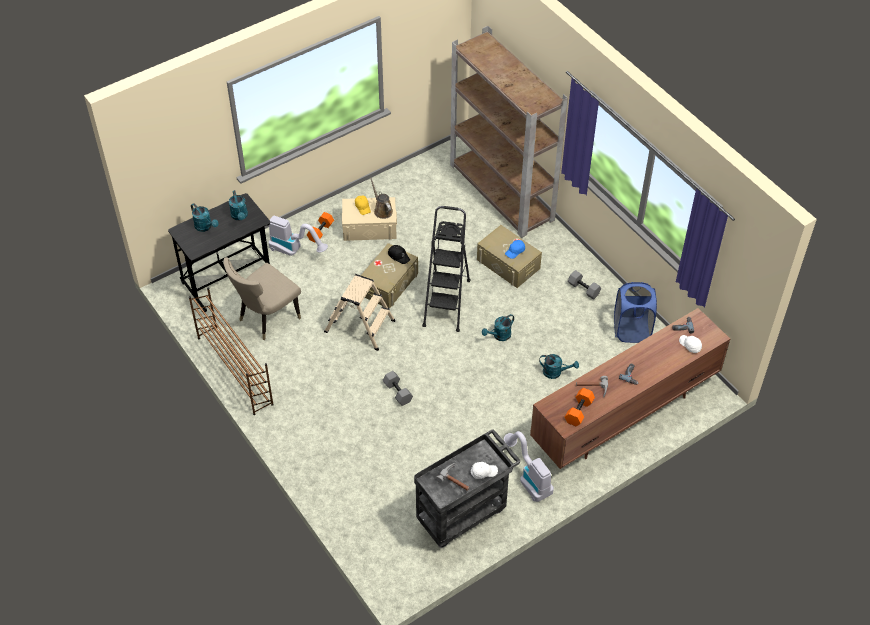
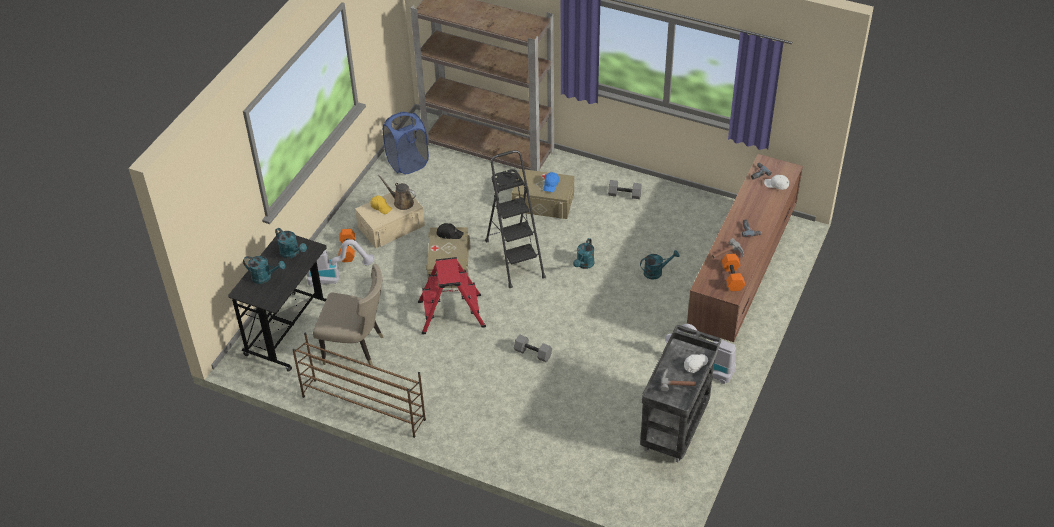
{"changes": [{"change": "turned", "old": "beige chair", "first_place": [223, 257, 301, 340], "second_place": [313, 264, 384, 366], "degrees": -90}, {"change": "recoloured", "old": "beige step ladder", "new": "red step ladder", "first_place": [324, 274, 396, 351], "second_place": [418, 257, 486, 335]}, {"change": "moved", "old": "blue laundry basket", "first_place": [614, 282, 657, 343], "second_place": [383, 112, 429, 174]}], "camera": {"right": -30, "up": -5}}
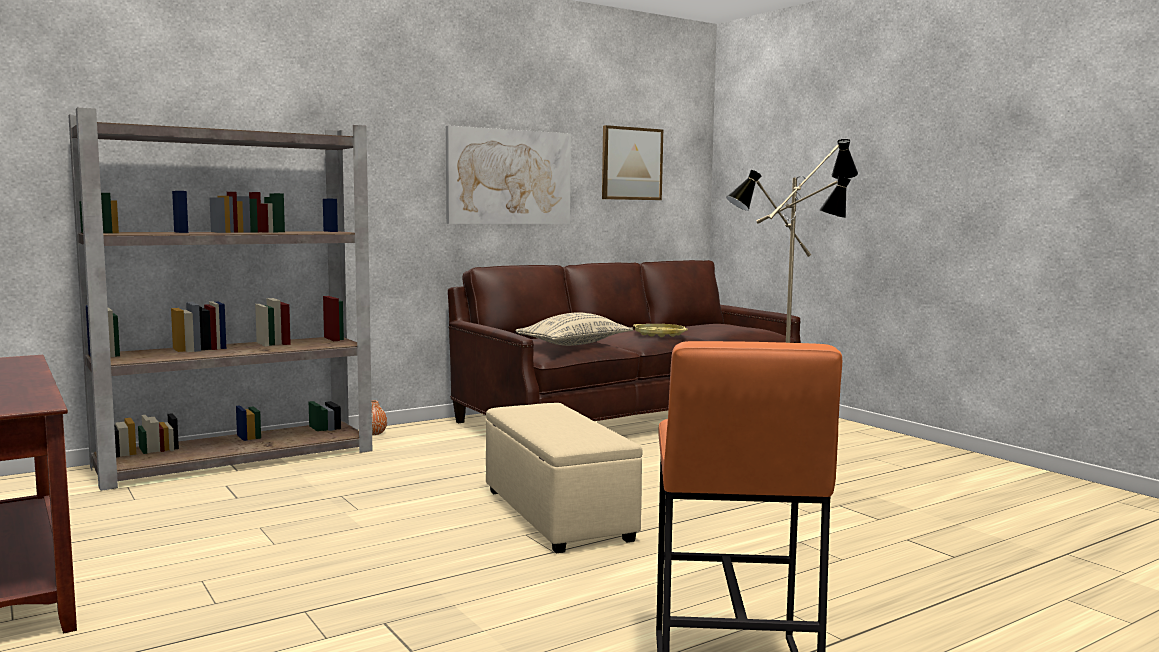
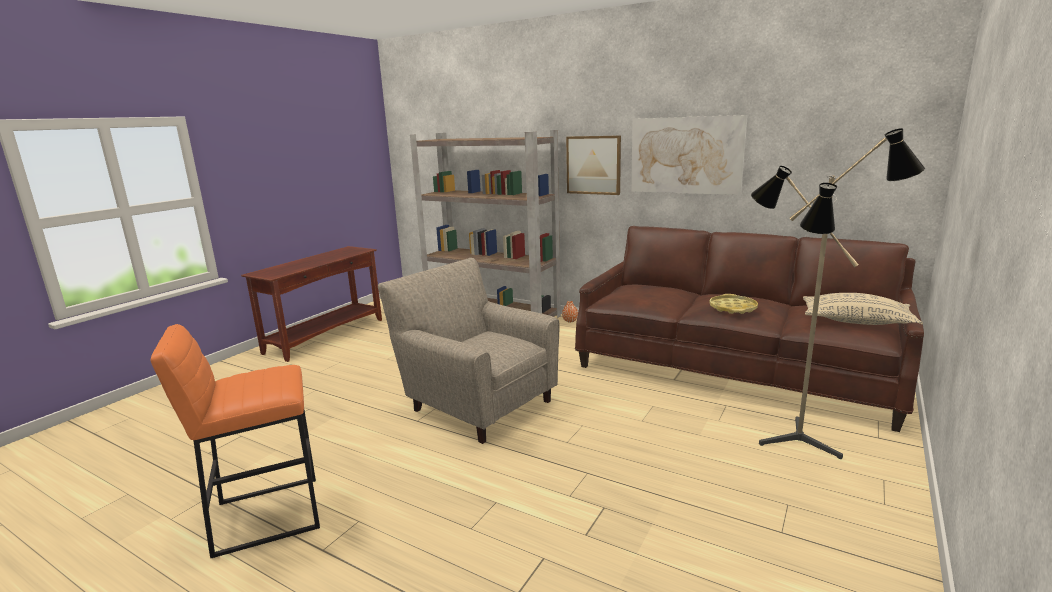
{"changes": [{"change": "replaced", "old": "beige ottoman", "new": "beige armchair", "first_place": [486, 403, 643, 554], "second_place": [378, 258, 559, 444]}, {"change": "moved", "old": "beige pillow", "first_place": [515, 312, 633, 346], "second_place": [803, 293, 923, 325]}, {"change": "moved", "old": "picture", "first_place": [602, 125, 663, 200], "second_place": [566, 136, 621, 195]}], "camera": {"right": 65, "up": 10}}
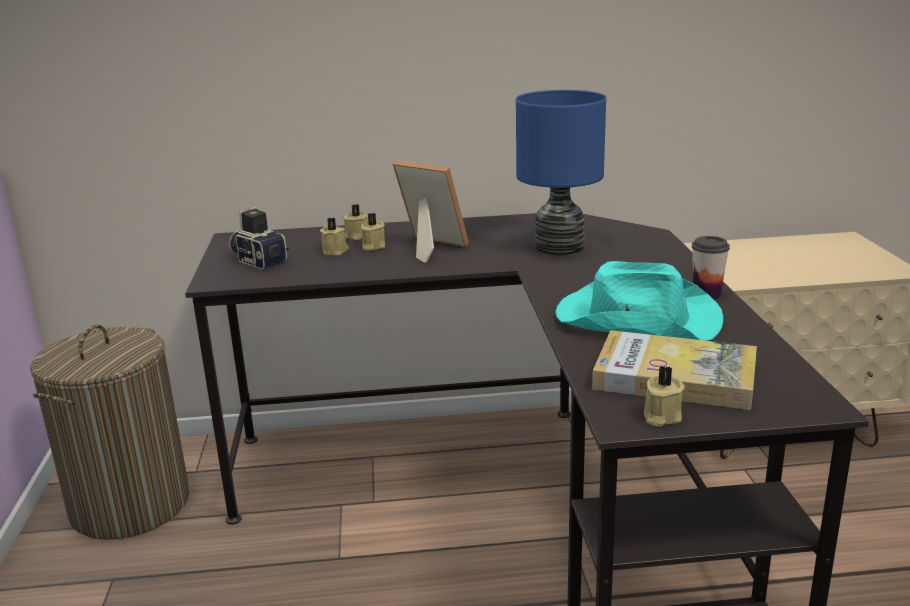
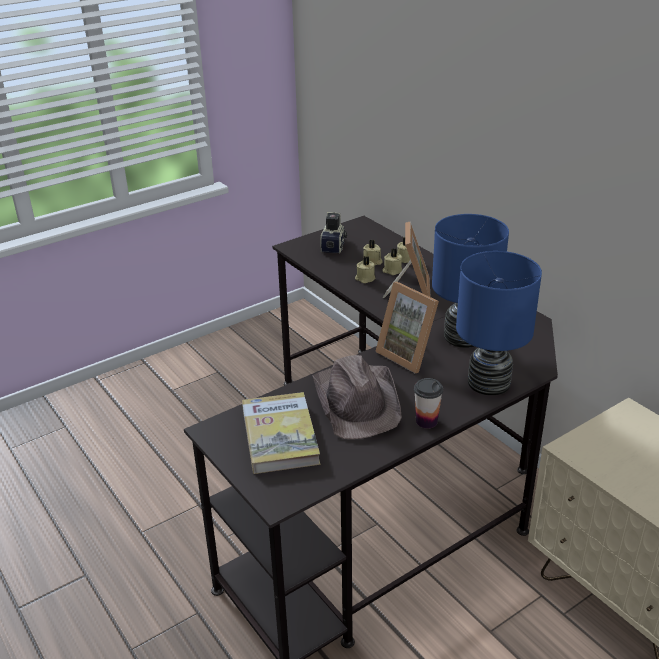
{"changes": [{"change": "removed", "old": "laundry basket", "first_place": [30, 325, 189, 540]}, {"change": "recoloured", "old": "turquoise hat", "new": "brown hat", "first_place": [555, 261, 723, 341], "second_place": [312, 355, 402, 439]}, {"change": "moved", "old": "beige candle", "first_place": [644, 366, 685, 427], "second_place": [355, 256, 375, 283]}, {"change": "added", "new": "picture frame", "second_place": [375, 282, 439, 373]}, {"change": "added", "new": "blue table lamp", "second_place": [456, 251, 542, 395]}], "camera": {"right": 60, "up": 10}}
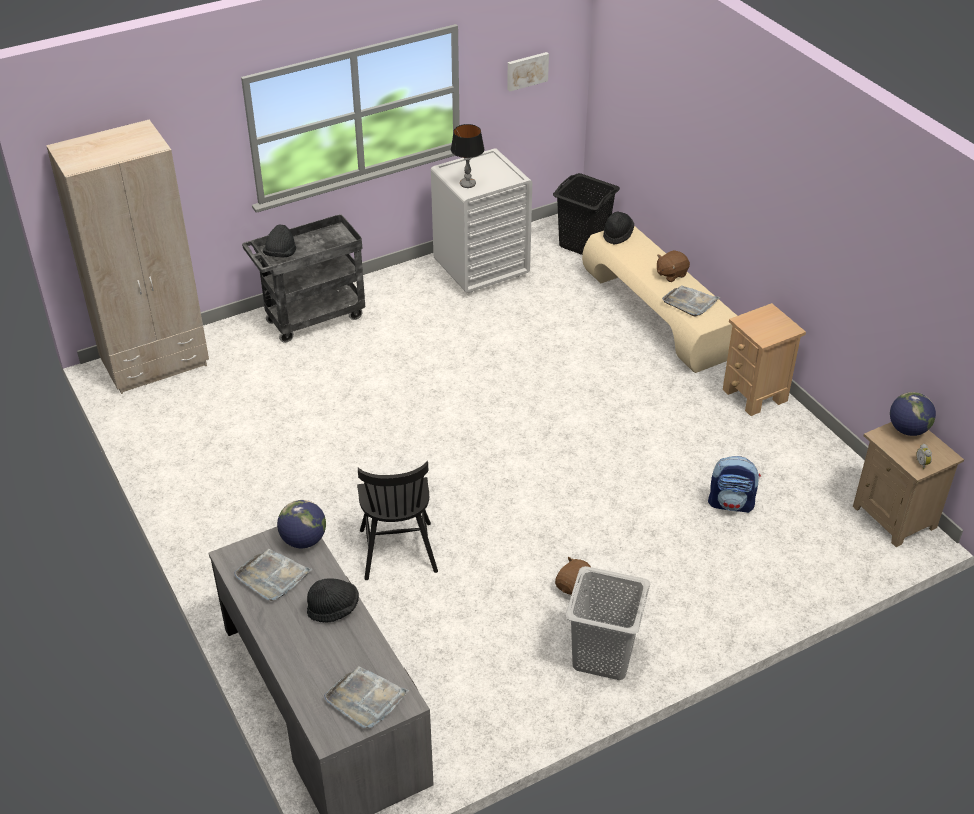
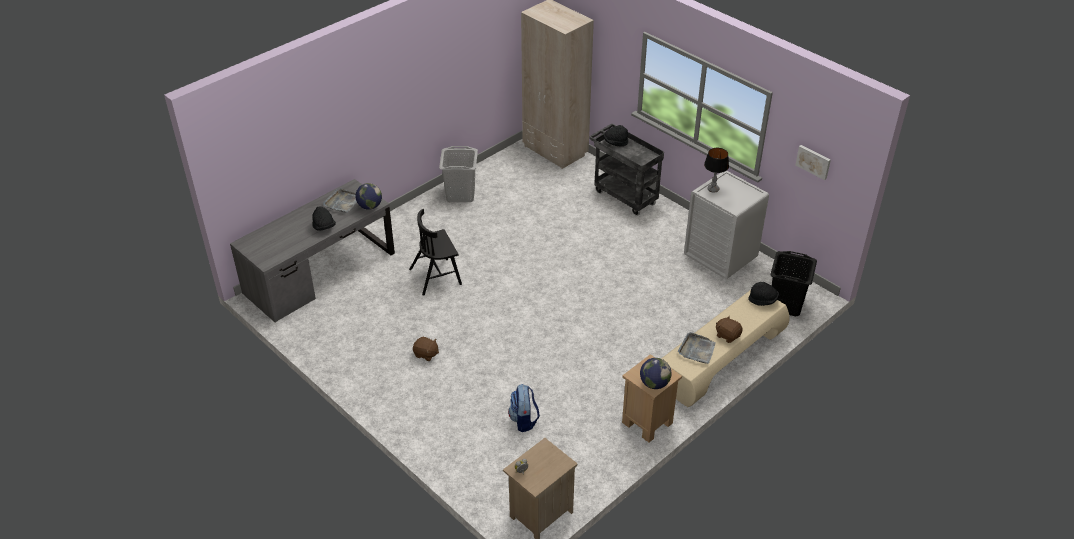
{"changes": [{"change": "removed", "old": "grey tray", "first_place": [324, 666, 410, 728]}, {"change": "moved", "old": "grey laundry basket", "first_place": [565, 566, 650, 680], "second_place": [439, 146, 478, 202]}, {"change": "moved", "old": "globe", "first_place": [890, 392, 936, 436], "second_place": [640, 358, 672, 389]}], "camera": {"right": 75, "up": 0}}
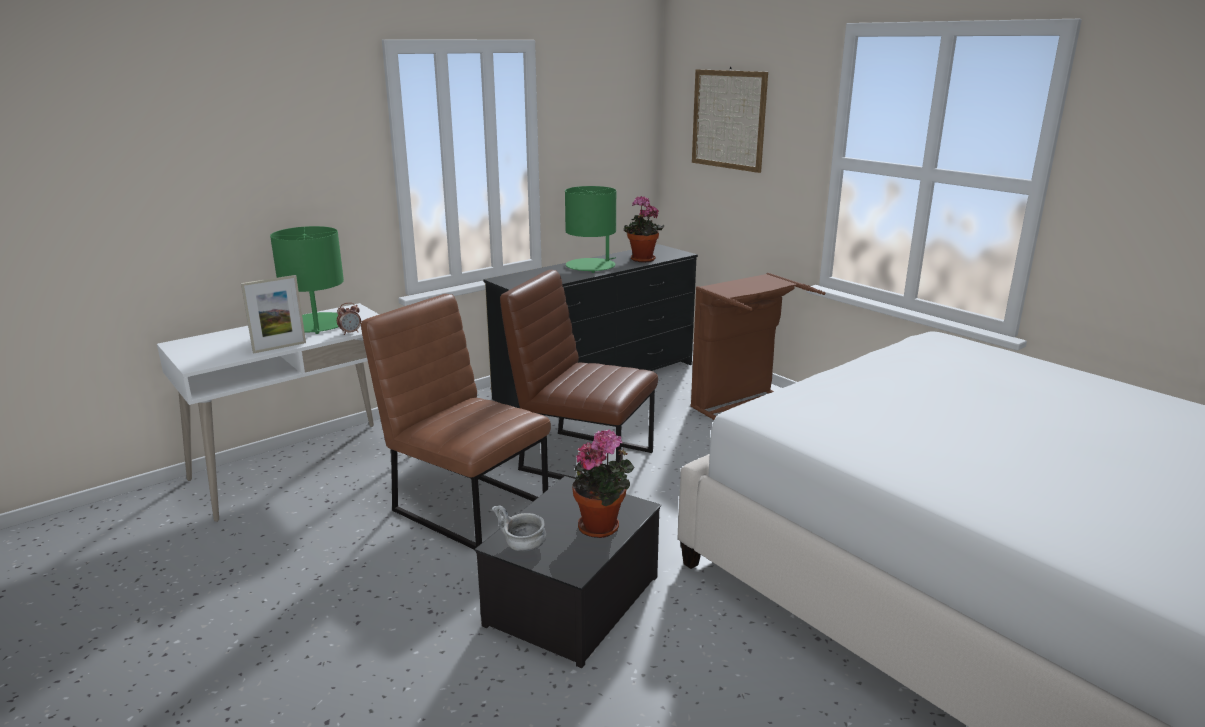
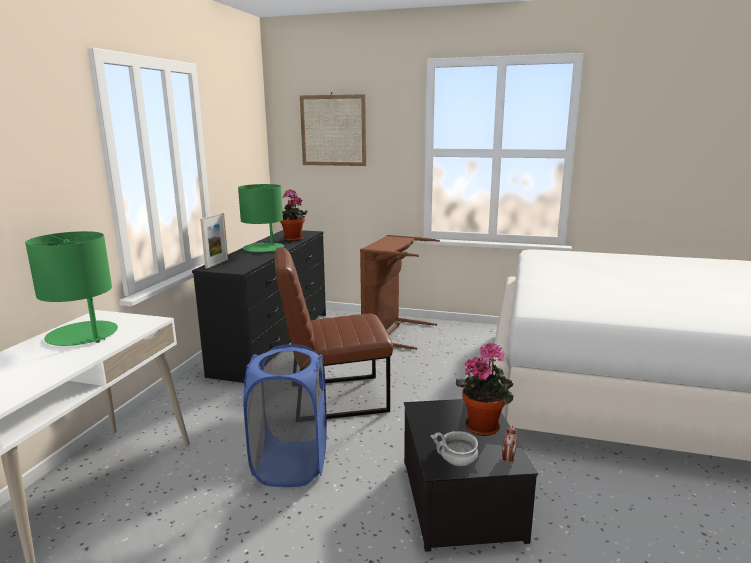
{"changes": [{"change": "moved", "old": "picture frame", "first_place": [241, 275, 306, 353], "second_place": [200, 213, 228, 268]}, {"change": "moved", "old": "alarm clock", "first_place": [337, 303, 361, 335], "second_place": [502, 425, 517, 466]}, {"change": "replaced", "old": "brown chair", "new": "blue laundry basket", "first_place": [361, 294, 551, 549], "second_place": [243, 344, 327, 487]}], "camera": {"right": -35, "up": -5}}
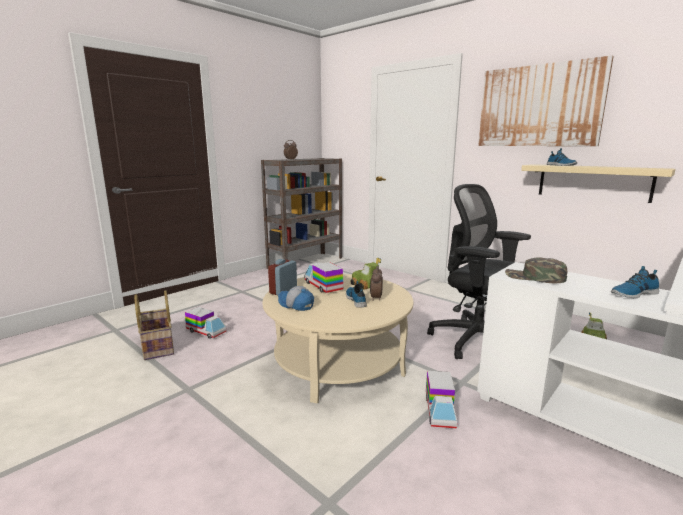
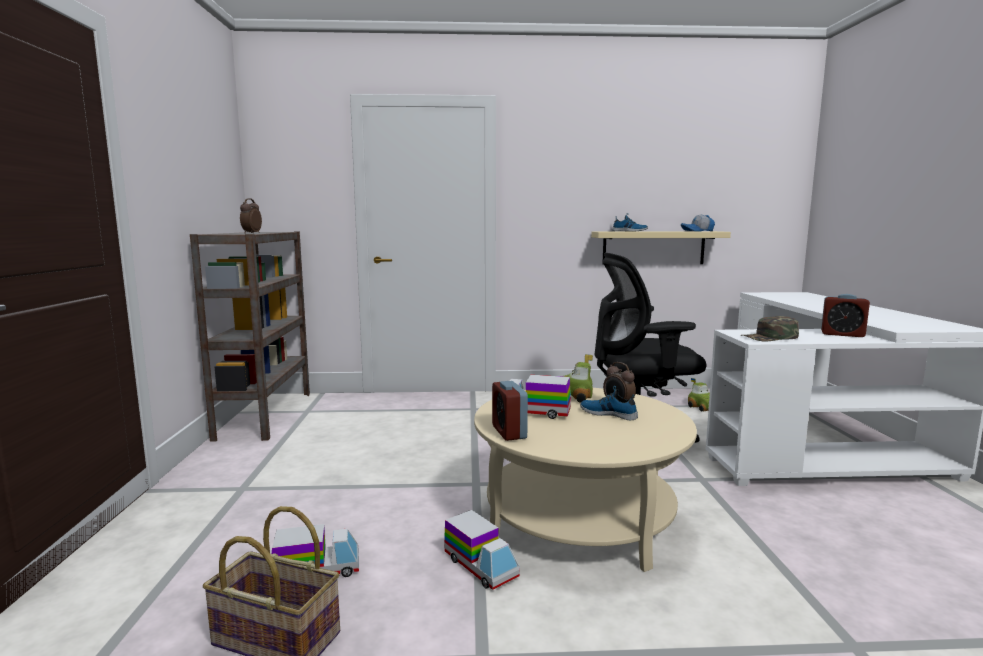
{"changes": [{"change": "moved", "old": "cap", "first_place": [278, 286, 314, 311], "second_place": [681, 214, 715, 231]}, {"change": "moved", "old": "toy truck", "first_place": [426, 371, 457, 428], "second_place": [444, 510, 520, 590]}, {"change": "removed", "old": "picture", "first_place": [478, 55, 614, 146]}, {"change": "replaced", "old": "shoe", "new": "alarm clock", "first_place": [611, 266, 659, 298], "second_place": [821, 294, 870, 337]}], "camera": {"right": -45, "up": -5}}
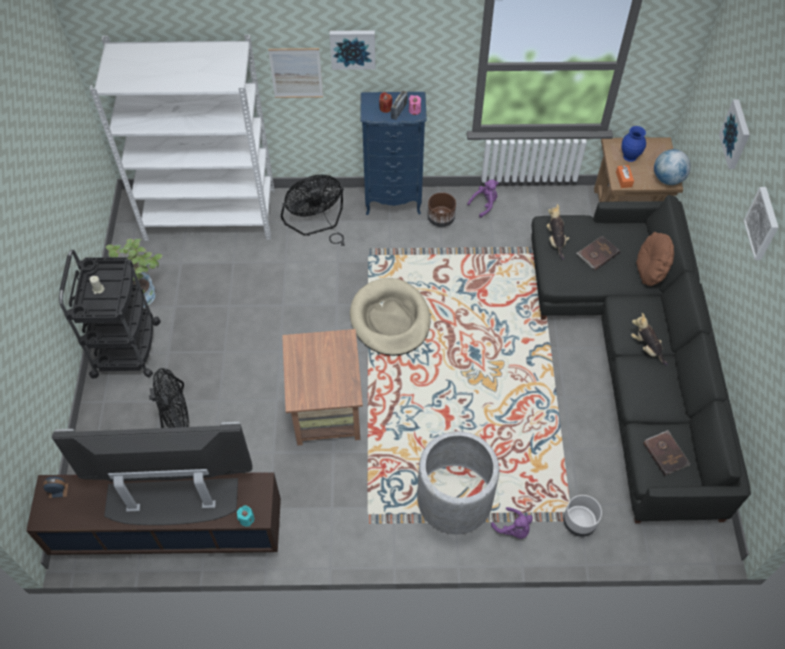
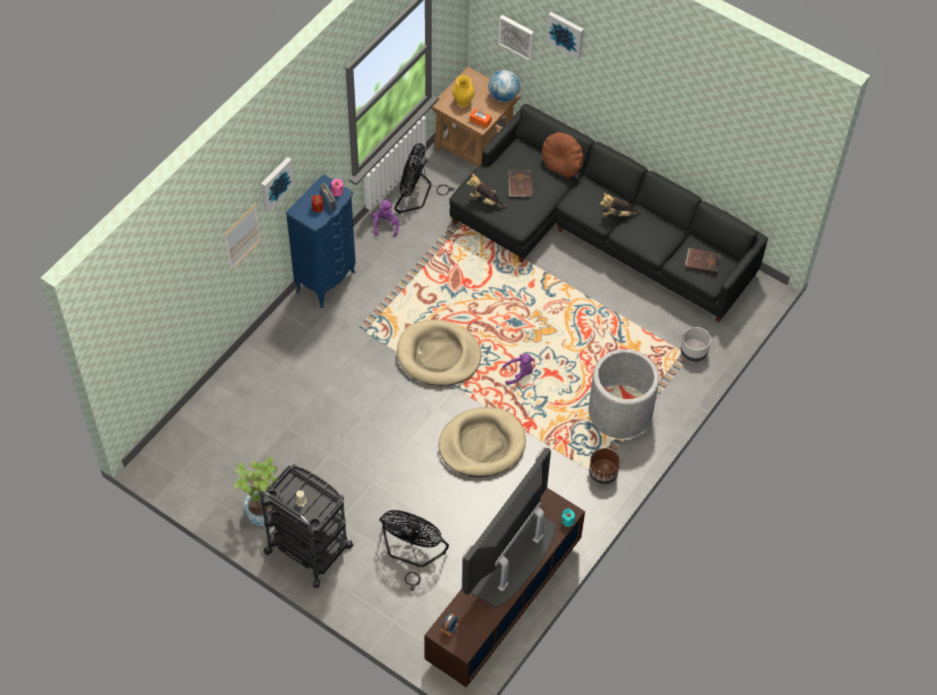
{"changes": [{"change": "removed", "old": "white bookcase", "first_place": [90, 35, 275, 241]}, {"change": "moved", "old": "black fan", "first_place": [281, 175, 345, 246], "second_place": [395, 143, 455, 214]}, {"change": "replaced", "old": "brown side table", "new": "beige dog bed", "first_place": [282, 329, 363, 445], "second_place": [439, 407, 526, 477]}, {"change": "moved", "old": "brown planter", "first_place": [428, 192, 456, 227], "second_place": [589, 448, 620, 484]}, {"change": "moved", "old": "purple plush toy", "first_place": [491, 507, 533, 539], "second_place": [502, 354, 534, 385]}, {"change": "recoloured", "old": "blue vase", "new": "yellow vase", "first_place": [622, 126, 646, 162], "second_place": [453, 75, 474, 107]}, {"change": "moved", "old": "picture", "first_place": [744, 187, 779, 260], "second_place": [498, 15, 534, 61]}], "camera": {"right": -55, "up": 0}}
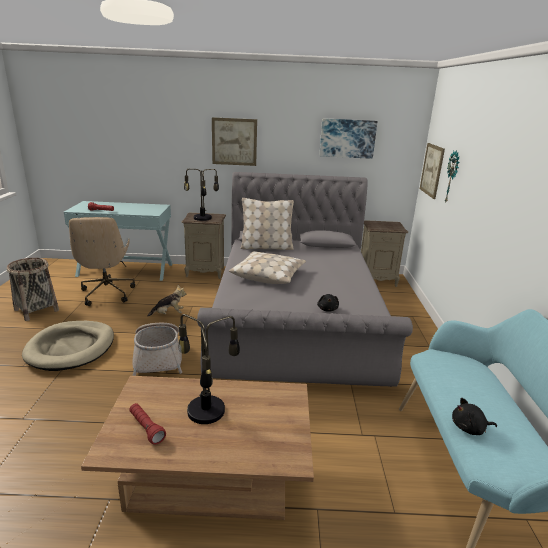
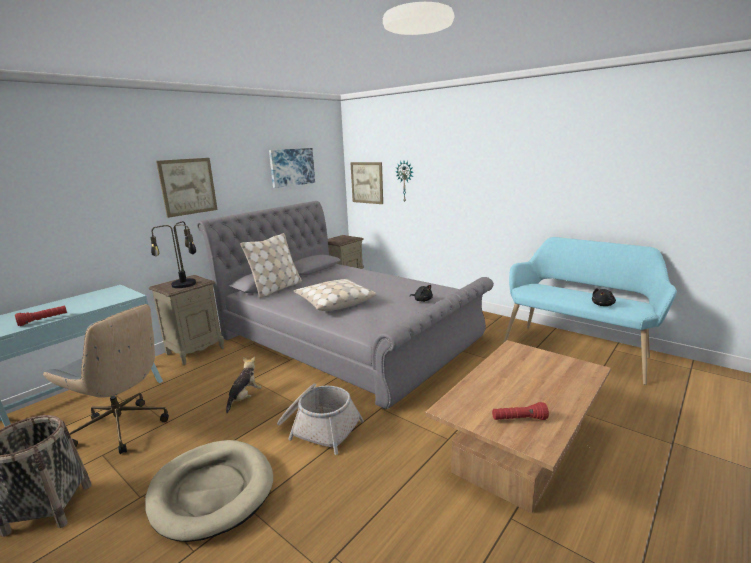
{"changes": [{"change": "removed", "old": "table lamp", "first_place": [179, 314, 240, 424]}], "camera": {"right": -50, "up": -5}}
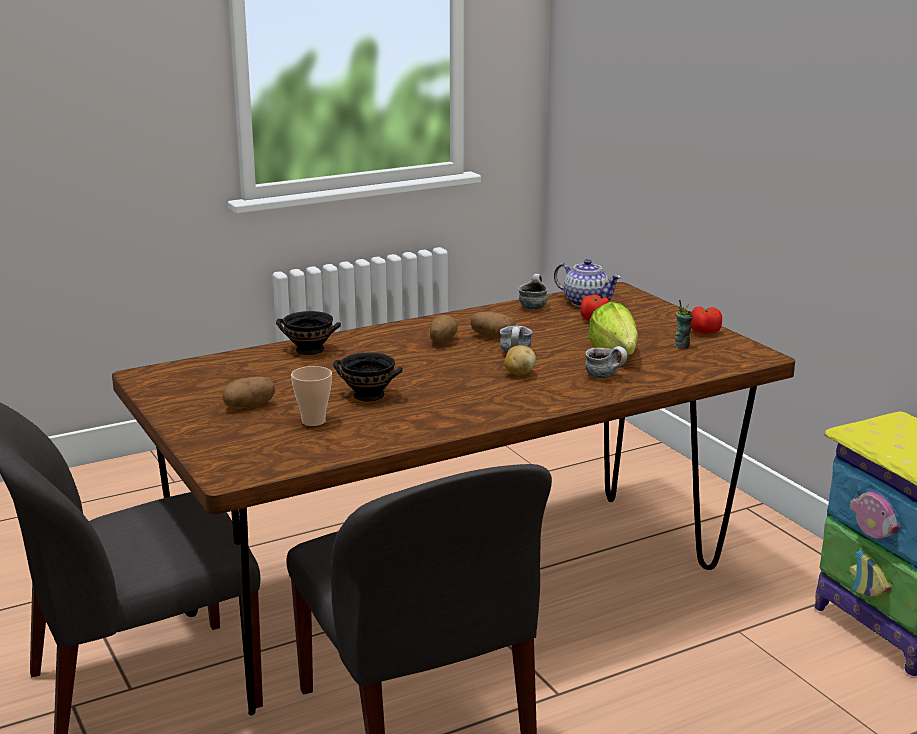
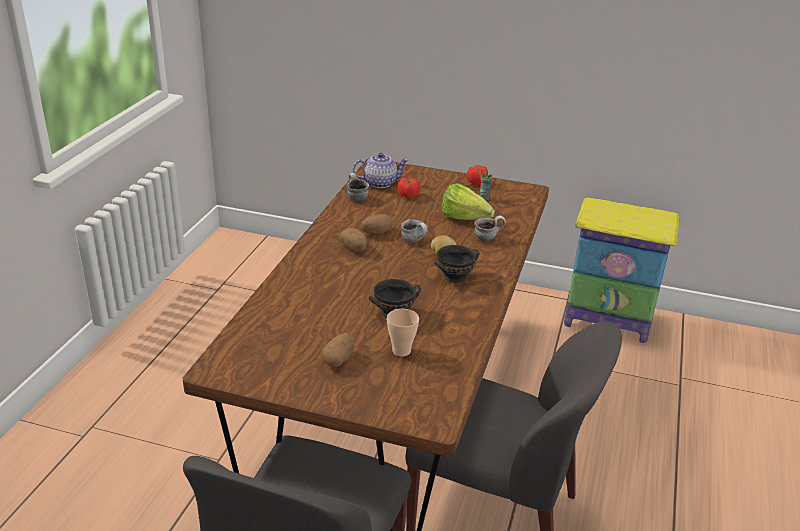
{"changes": [{"change": "moved", "old": "black bowl", "first_place": [276, 311, 341, 355], "second_place": [434, 245, 479, 283]}], "camera": {"right": -45, "up": 10}}
